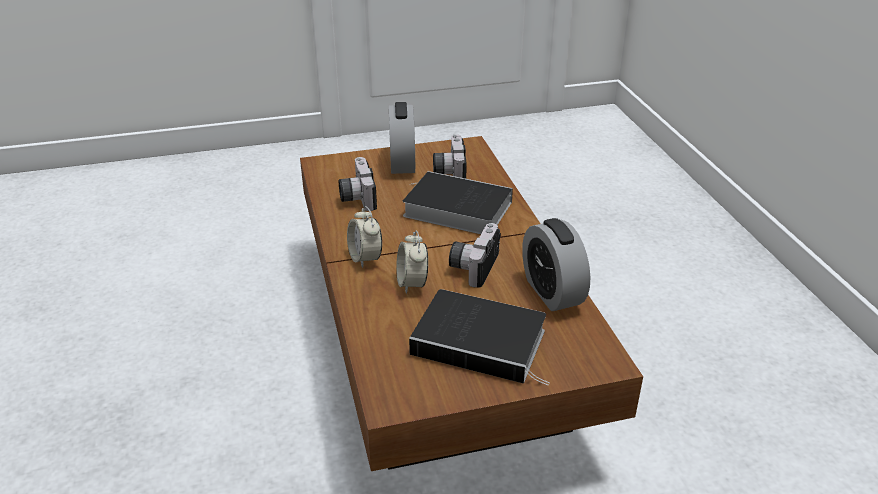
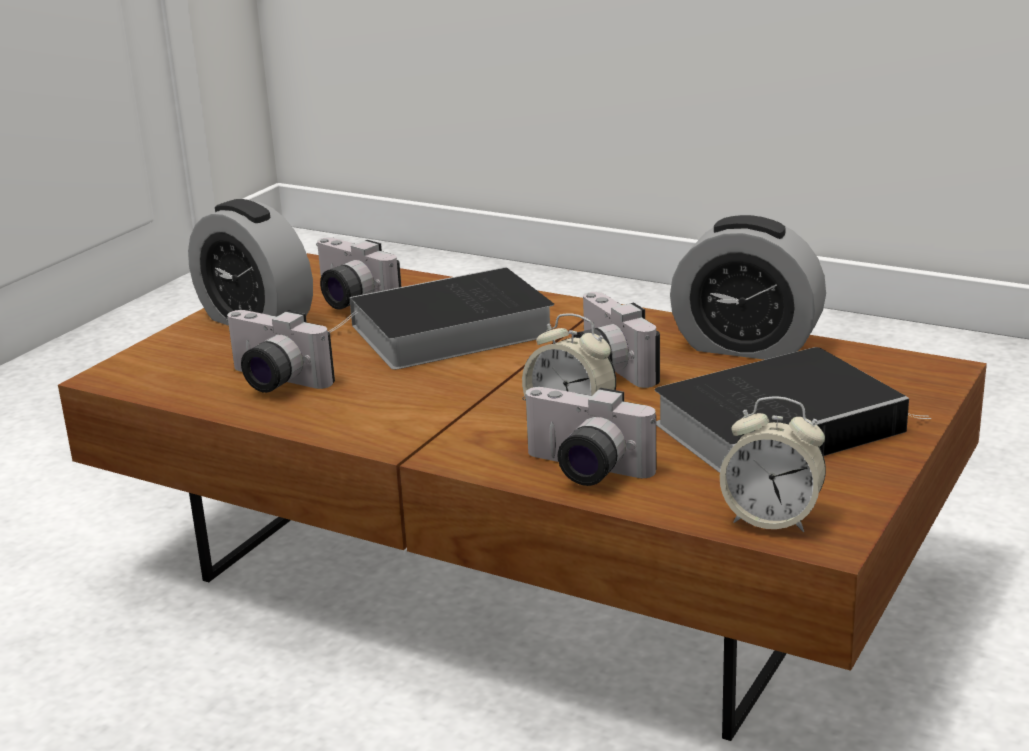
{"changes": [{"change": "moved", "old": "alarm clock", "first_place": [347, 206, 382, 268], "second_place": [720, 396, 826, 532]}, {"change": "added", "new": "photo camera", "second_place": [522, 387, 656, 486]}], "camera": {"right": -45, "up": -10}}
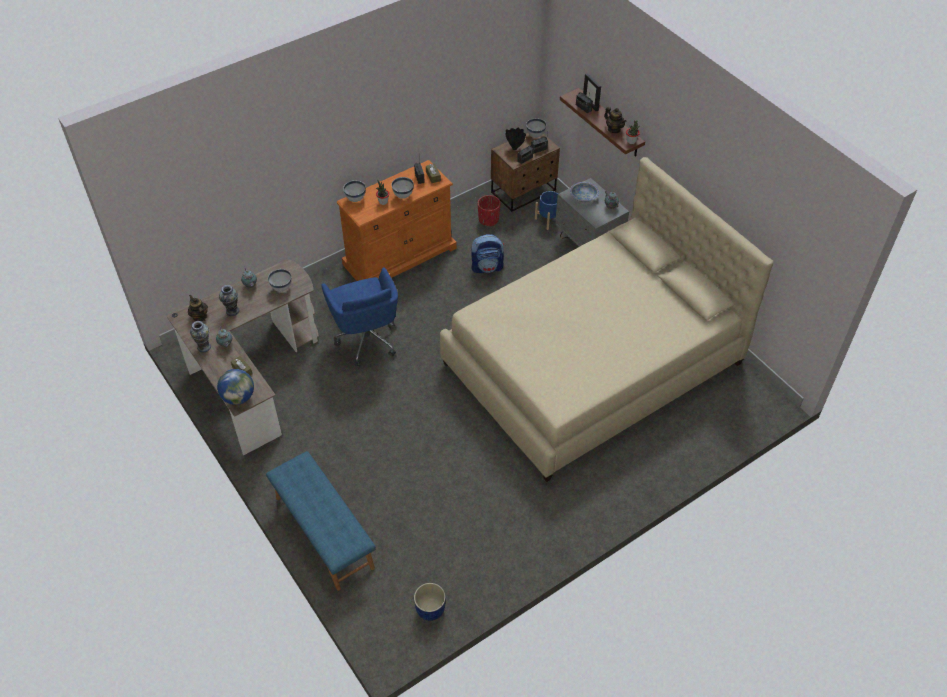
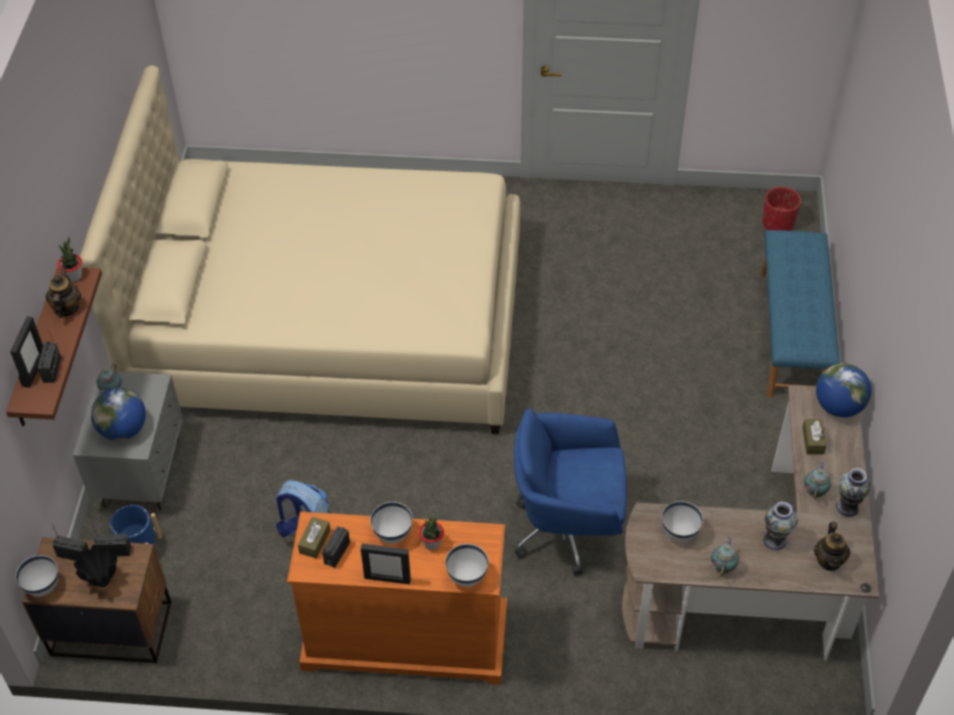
{"changes": [{"change": "turned", "old": "blue office chair", "first_place": [321, 267, 398, 367], "second_place": [514, 408, 627, 576], "degrees": -105}, {"change": "removed", "old": "blue planter", "first_place": [414, 583, 446, 621]}, {"change": "moved", "old": "red planter", "first_place": [478, 195, 500, 227], "second_place": [763, 187, 801, 231]}, {"change": "replaced", "old": "bowl", "new": "globe", "first_place": [570, 182, 599, 202], "second_place": [91, 388, 146, 441]}, {"change": "added", "new": "picture frame", "second_place": [361, 543, 411, 585]}], "camera": {"right": -140, "up": 0}}
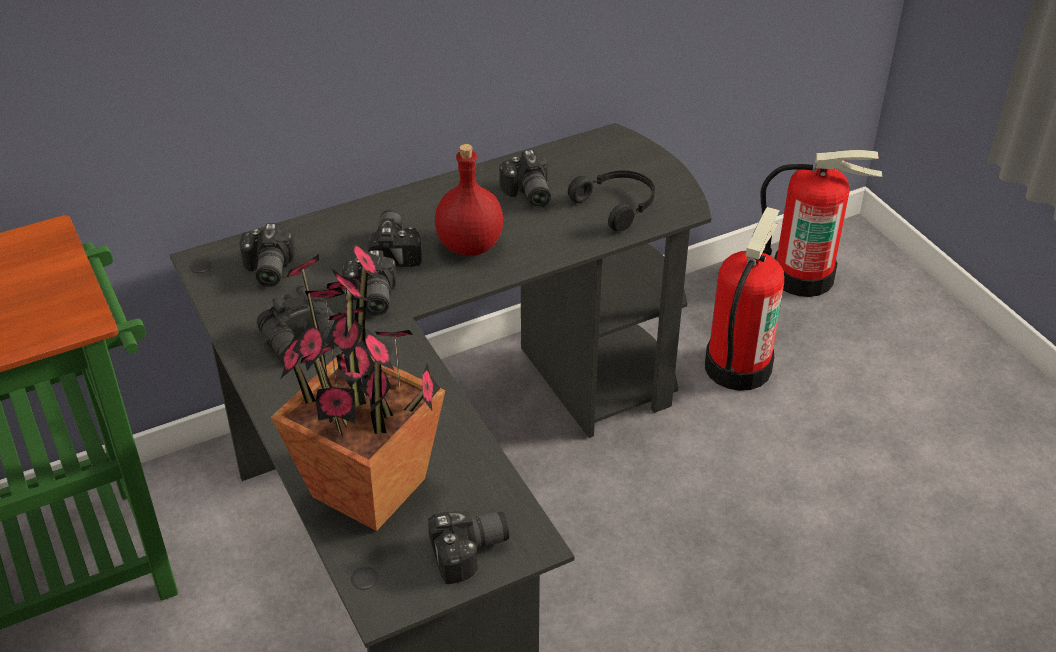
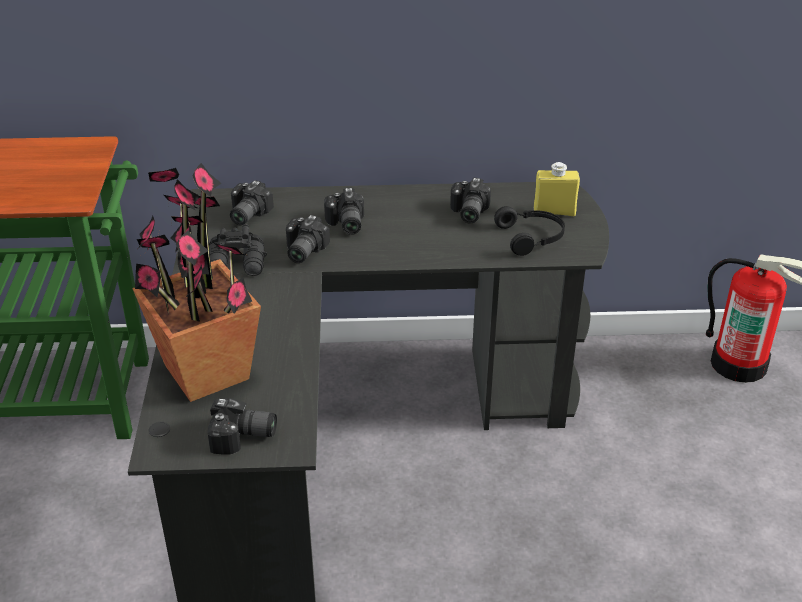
{"changes": [{"change": "turned", "old": "photo camera", "first_place": [368, 210, 422, 267], "second_place": [324, 188, 364, 235], "degrees": 150}, {"change": "removed", "old": "red bottle", "first_place": [435, 144, 503, 255]}, {"change": "removed", "old": "fire extinguisher", "first_place": [705, 207, 784, 391]}, {"change": "added", "new": "yellow bottle", "second_place": [534, 162, 580, 216]}], "camera": {"right": 25, "up": -5}}
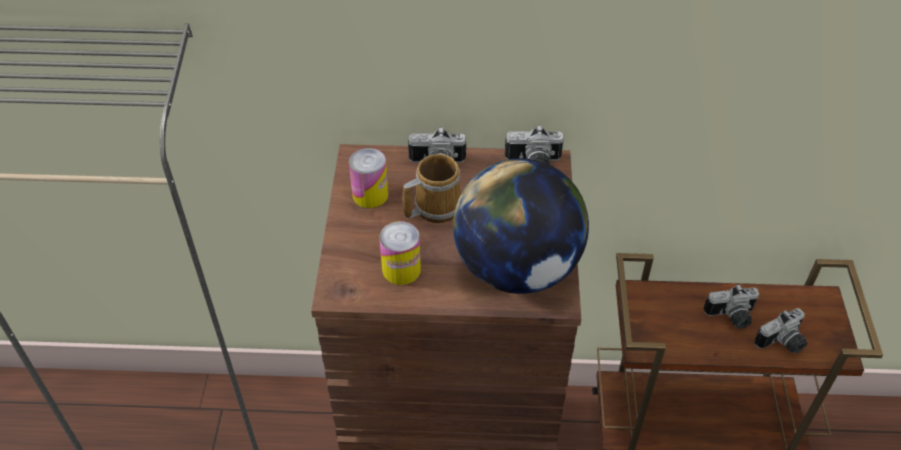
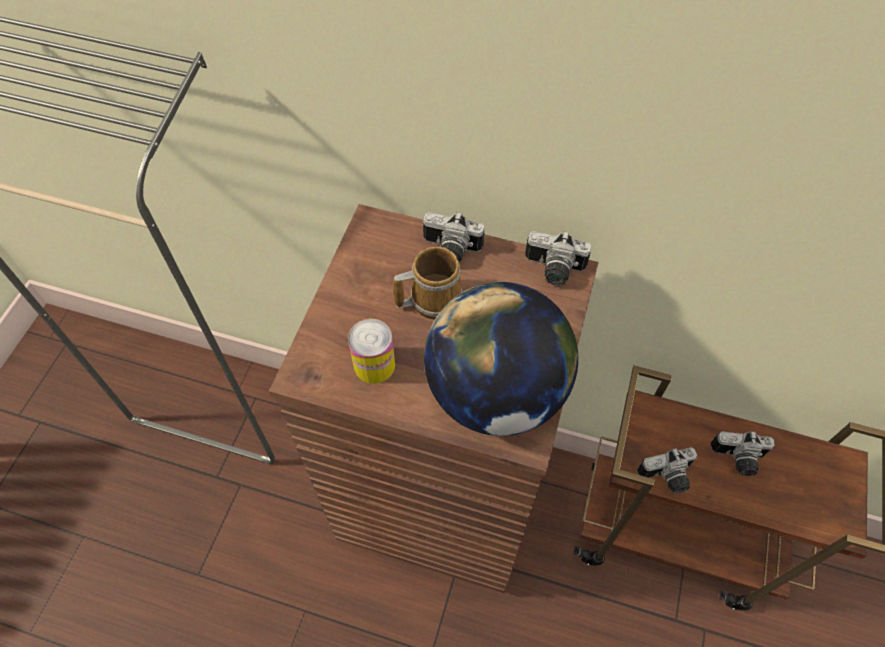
{"changes": [{"change": "removed", "old": "can", "first_place": [349, 148, 388, 208]}, {"change": "moved", "old": "photo camera", "first_place": [754, 308, 807, 354], "second_place": [637, 447, 697, 493]}], "camera": {"right": 15, "up": 10}}
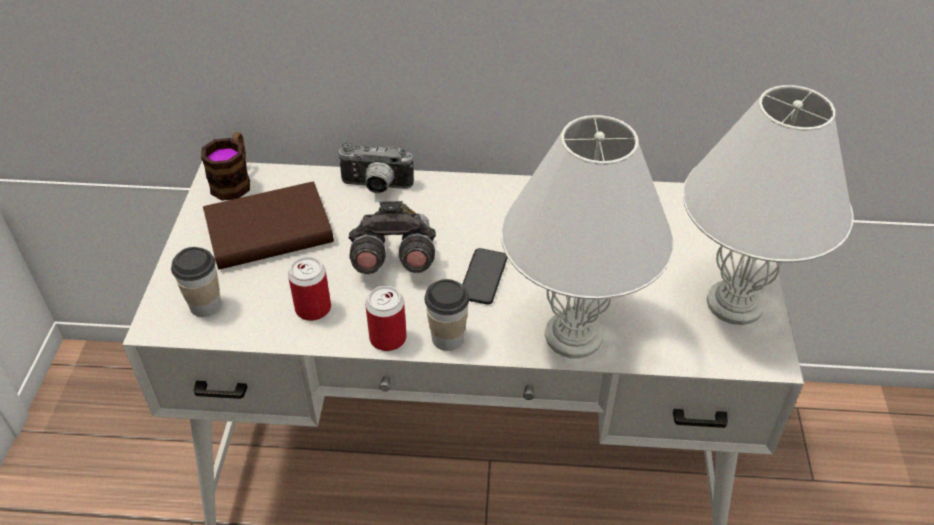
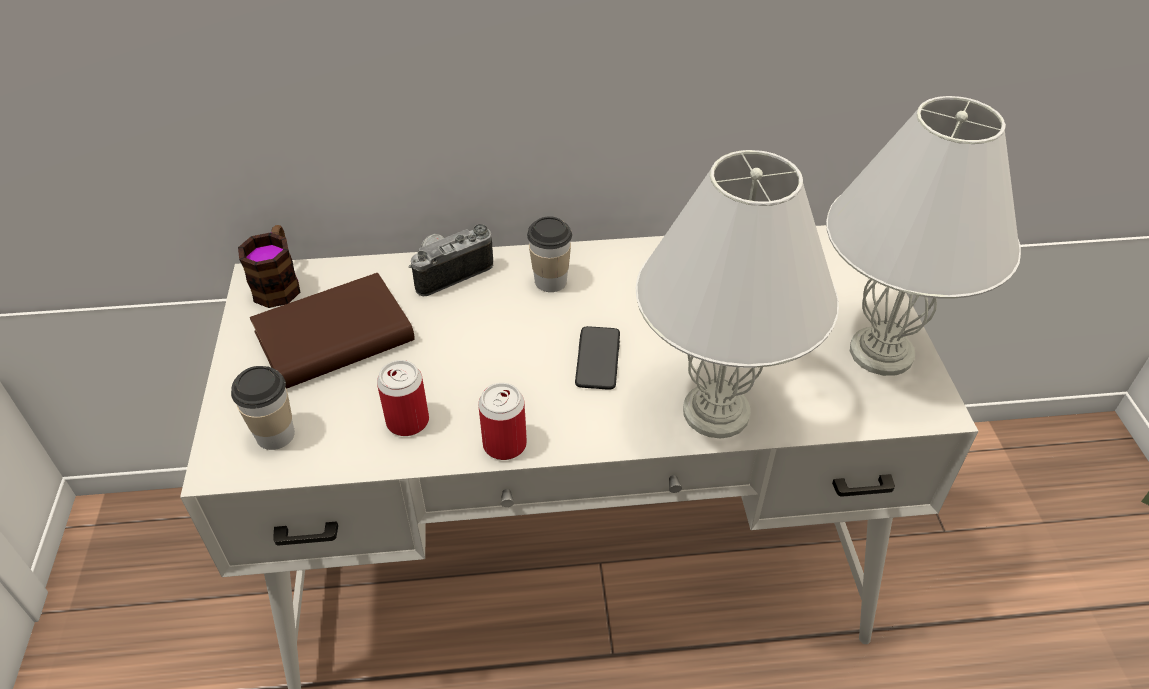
{"changes": [{"change": "turned", "old": "photo camera", "first_place": [337, 142, 414, 194], "second_place": [409, 224, 493, 296], "degrees": 150}, {"change": "removed", "old": "grey binoculars", "first_place": [349, 201, 436, 274]}, {"change": "moved", "old": "cup", "first_place": [424, 279, 469, 351], "second_place": [527, 216, 572, 292]}], "camera": {"right": -10, "up": 0}}
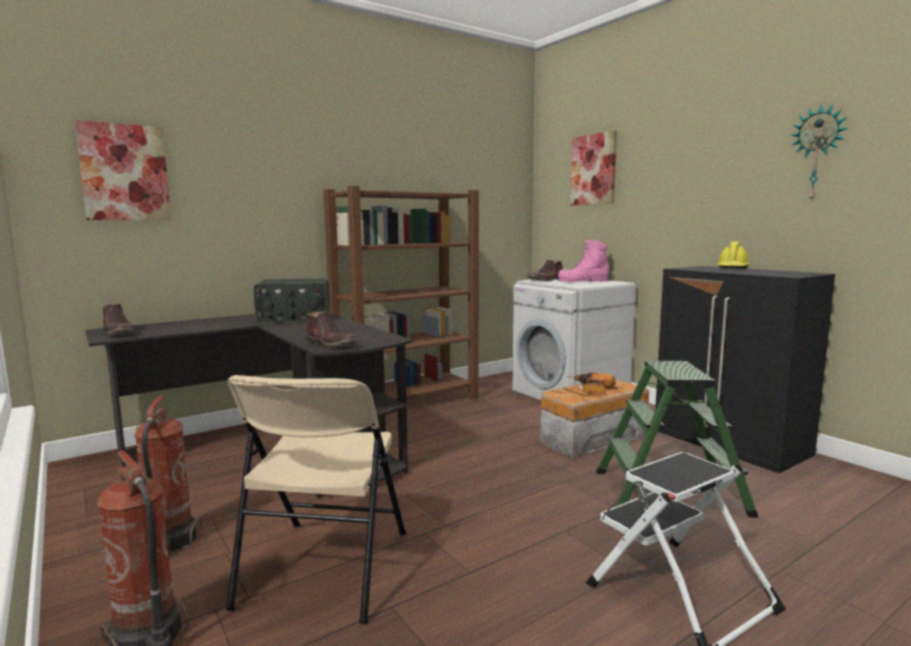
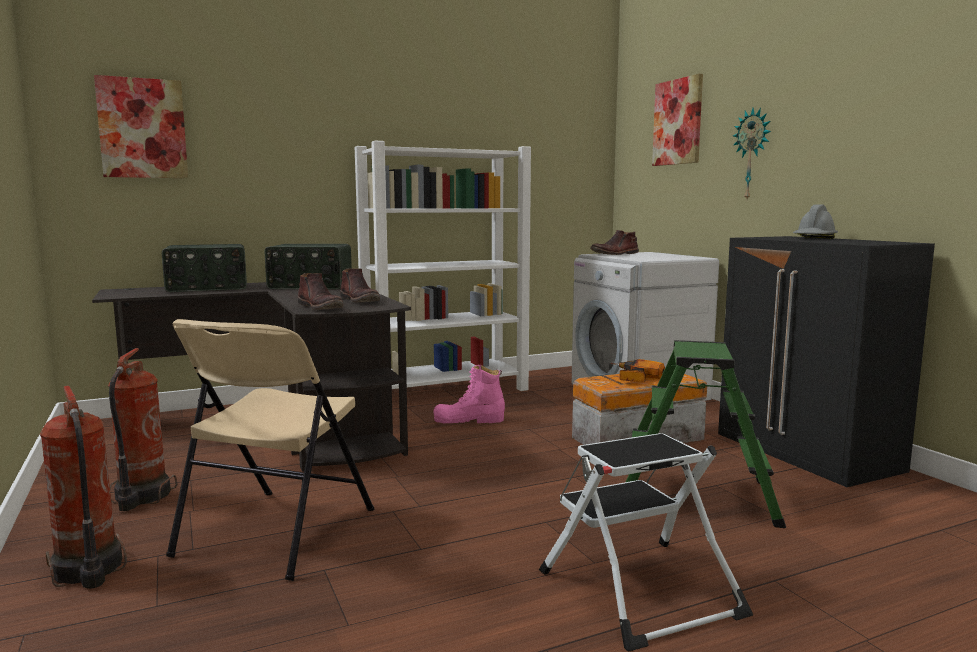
{"changes": [{"change": "moved", "old": "brown boot", "first_place": [103, 304, 136, 335], "second_place": [340, 268, 380, 302]}, {"change": "recoloured", "old": "brown bookcase", "new": "white bookcase", "first_place": [324, 185, 479, 400], "second_place": [355, 141, 531, 391]}, {"change": "moved", "old": "pink boot", "first_place": [558, 240, 609, 282], "second_place": [433, 364, 505, 423]}, {"change": "recoloured", "old": "yellow hard hat", "new": "grey hard hat", "first_place": [716, 241, 750, 269], "second_place": [793, 204, 838, 238]}, {"change": "moved", "old": "wall clock", "first_place": [790, 104, 848, 203], "second_place": [733, 108, 771, 199]}, {"change": "added", "new": "radio", "second_place": [162, 244, 247, 292]}], "camera": {"right": 10, "up": 0}}
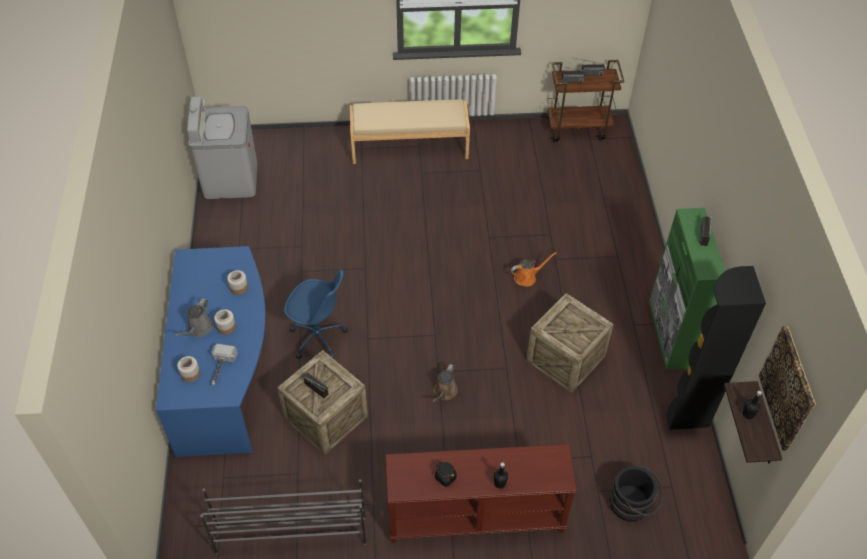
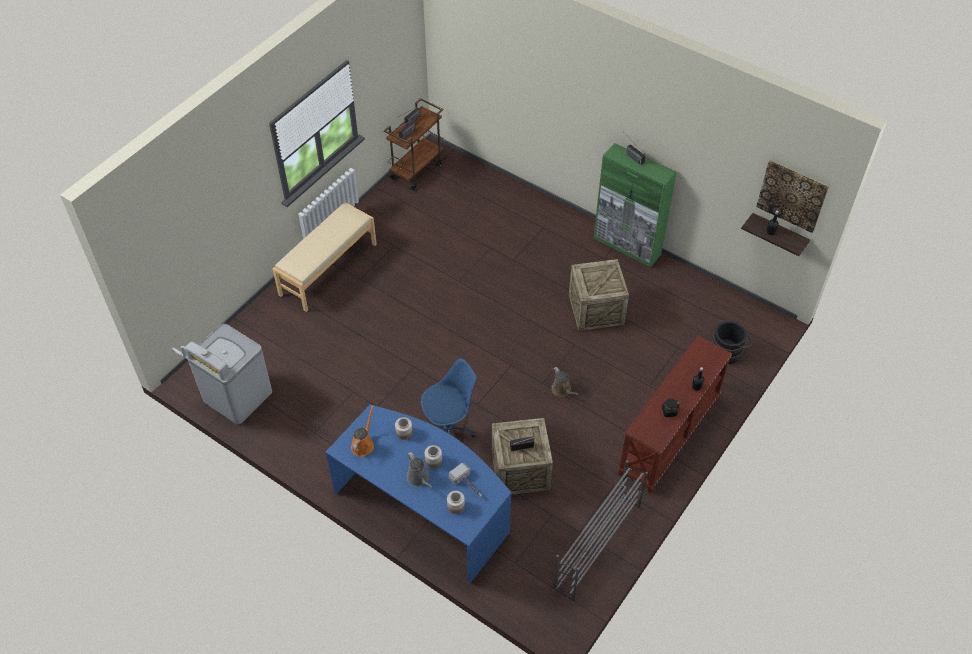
{"changes": [{"change": "moved", "old": "orange watering can", "first_place": [511, 252, 557, 286], "second_place": [351, 405, 374, 457]}, {"change": "removed", "old": "black bookcase", "first_place": [667, 266, 766, 430]}], "camera": {"right": -50, "up": 0}}
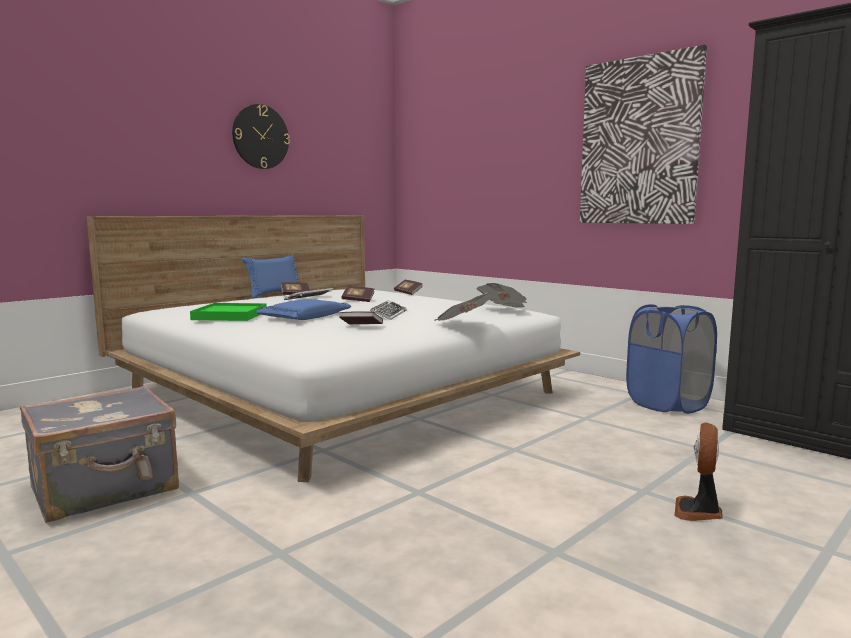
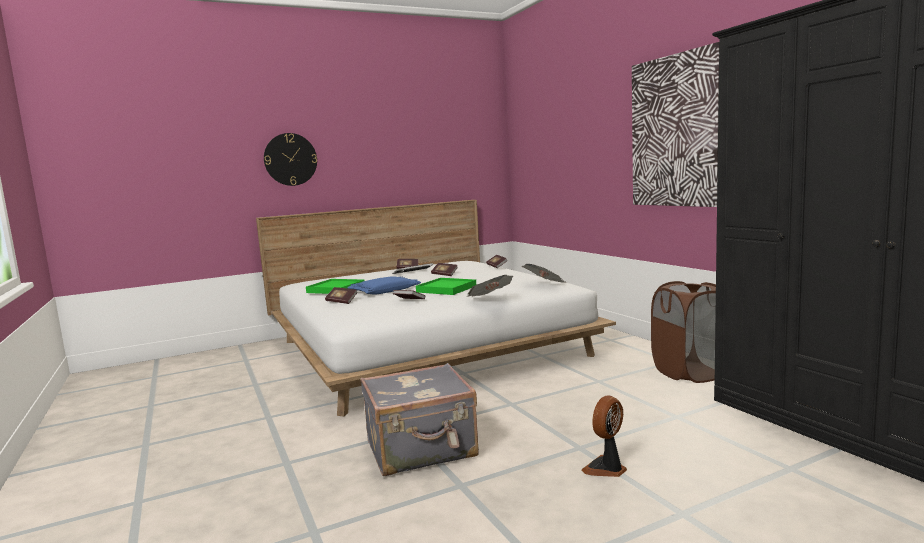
{"changes": [{"change": "moved", "old": "grey suitcase", "first_place": [20, 385, 179, 523], "second_place": [360, 363, 479, 476]}, {"change": "moved", "old": "wall clock", "first_place": [232, 104, 290, 169], "second_place": [264, 133, 317, 186]}, {"change": "removed", "old": "blue pillow", "first_place": [242, 254, 301, 299]}, {"change": "replaced", "old": "keyboard", "new": "green tray", "first_place": [370, 300, 407, 320], "second_place": [416, 278, 476, 295]}, {"change": "recoloured", "old": "blue laundry basket", "new": "brown laundry basket", "first_place": [626, 304, 717, 414], "second_place": [651, 281, 716, 383]}, {"change": "added", "new": "book", "second_place": [325, 287, 357, 304]}], "camera": {"right": 20, "up": 0}}
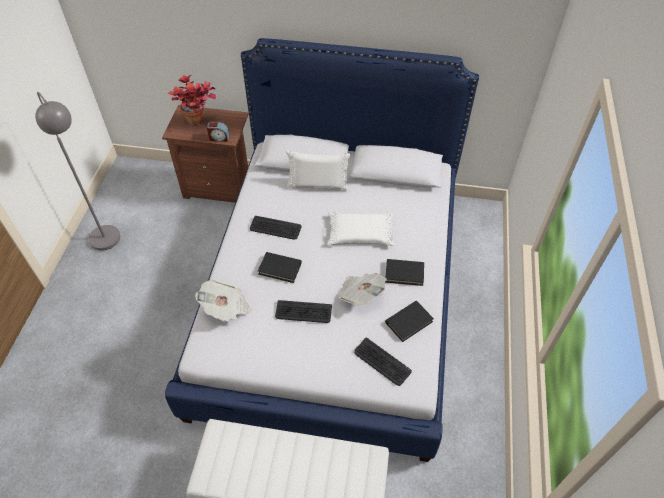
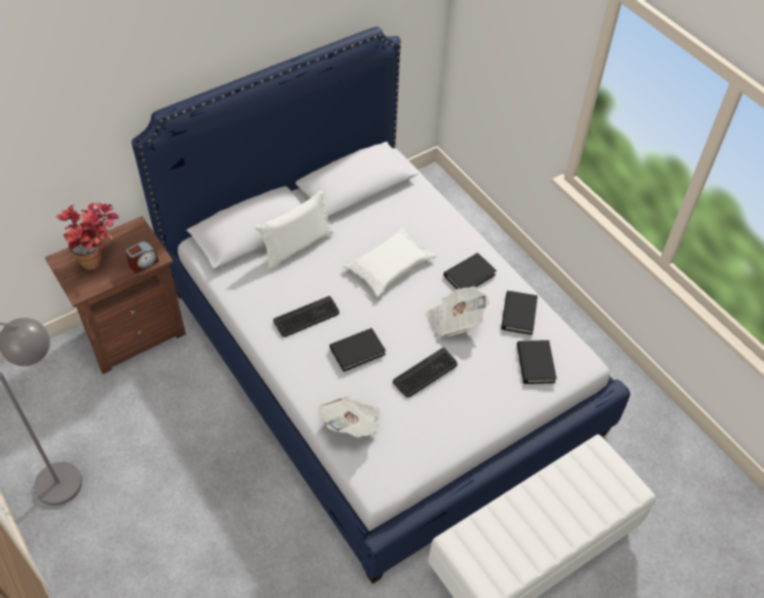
{"changes": [{"change": "replaced", "old": "keyboard", "new": "black book", "first_place": [354, 338, 412, 386], "second_place": [517, 340, 557, 384]}], "camera": {"right": -45, "up": 0}}
